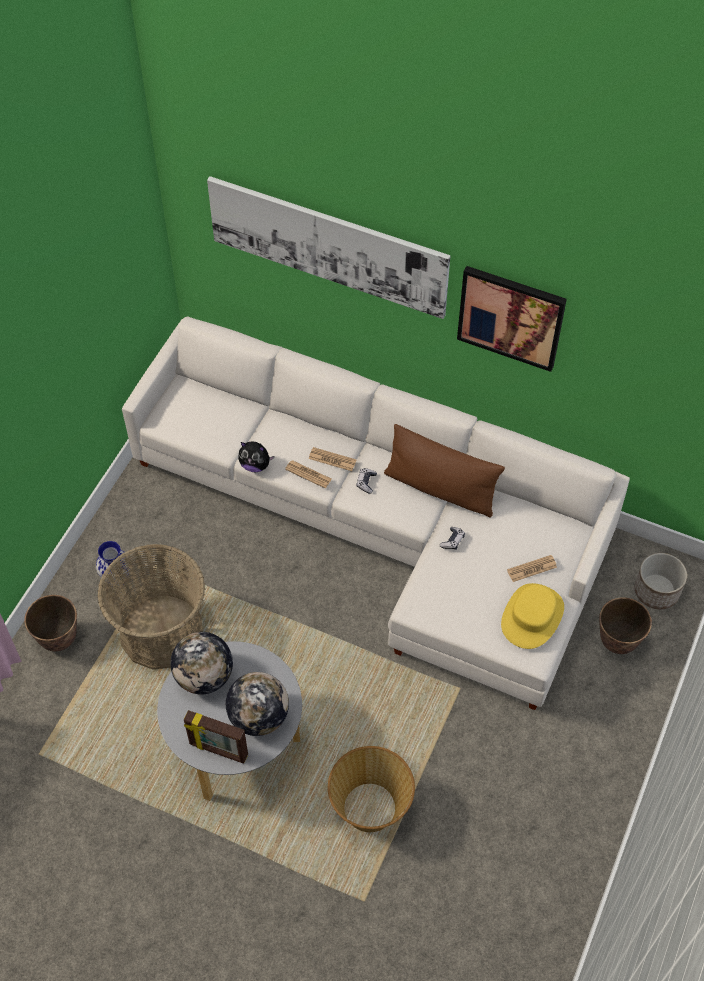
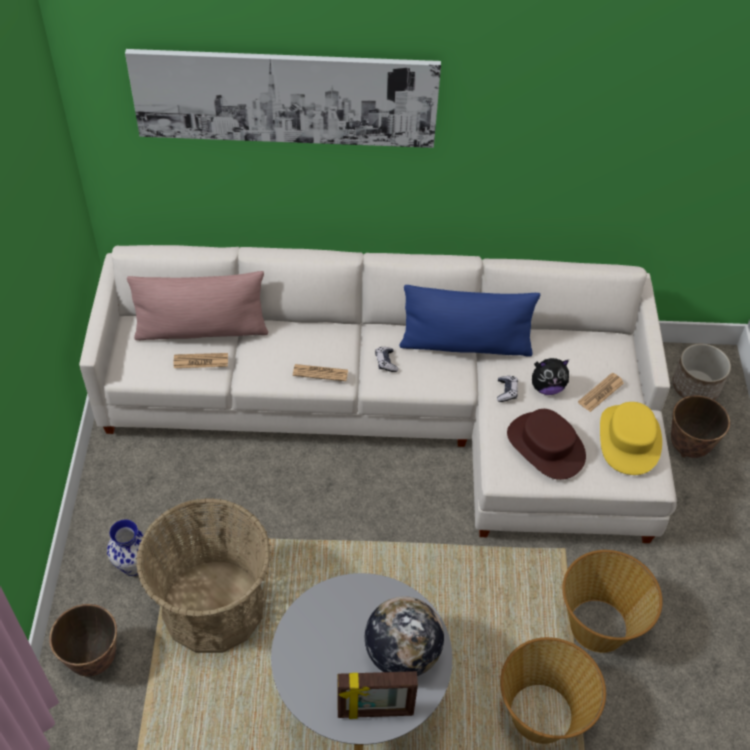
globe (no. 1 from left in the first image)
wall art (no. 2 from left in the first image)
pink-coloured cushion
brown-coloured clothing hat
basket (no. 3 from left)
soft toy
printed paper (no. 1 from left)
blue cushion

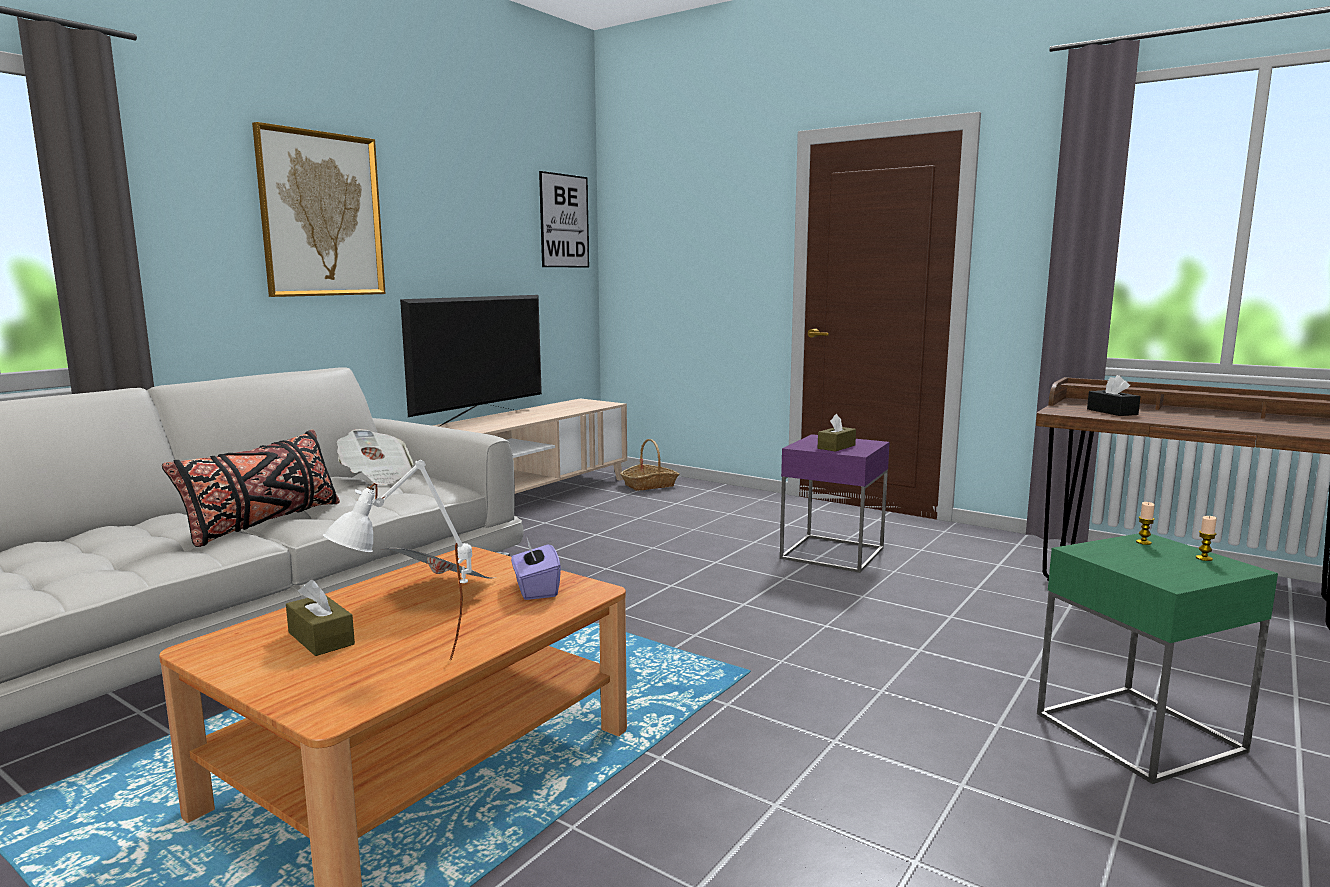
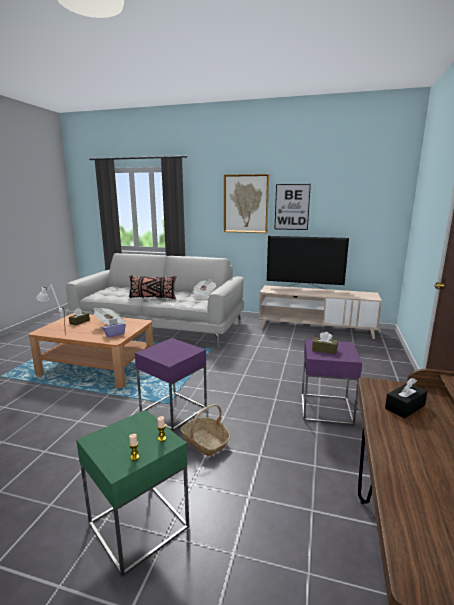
purple-coloured accent table (no. 1 from left)
wall art (no. 2 from left)
basket

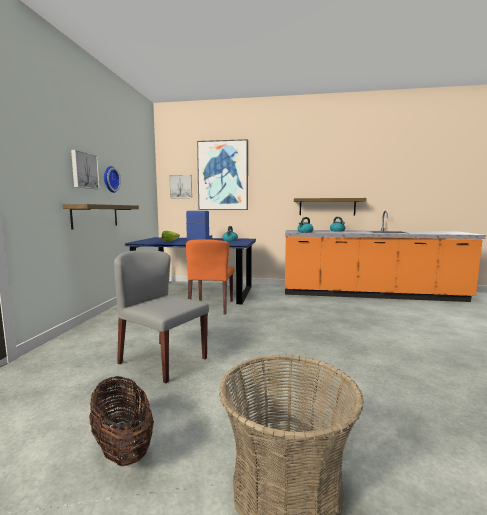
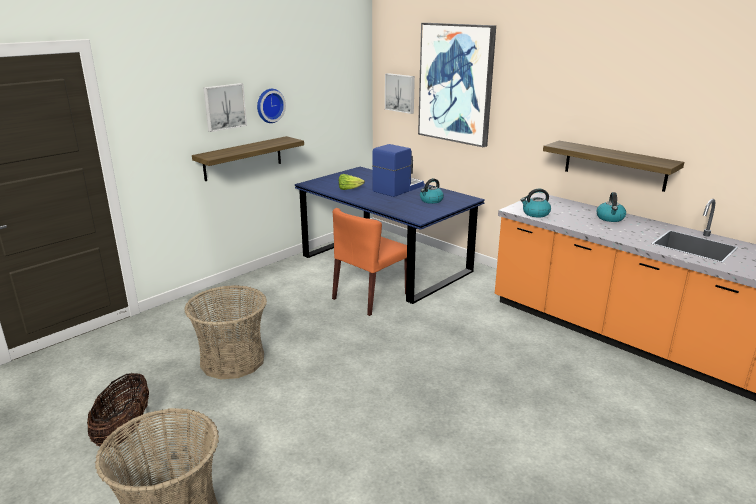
basket (no. 3 from left)

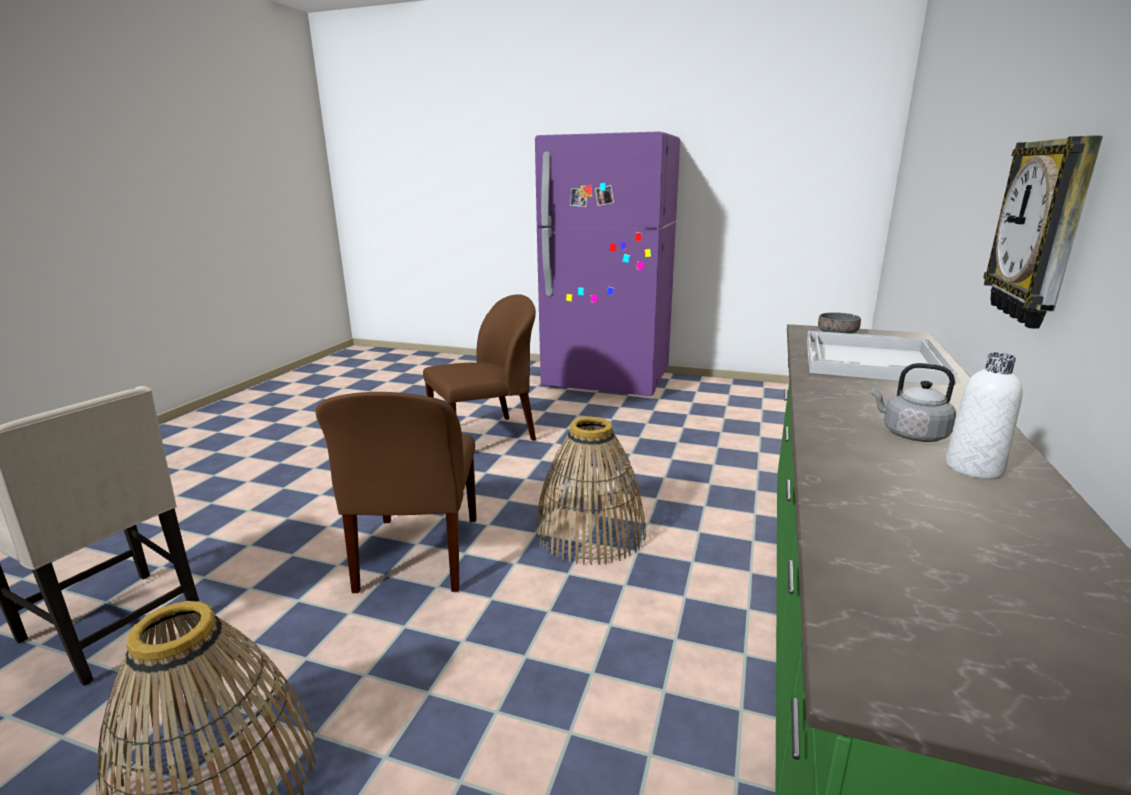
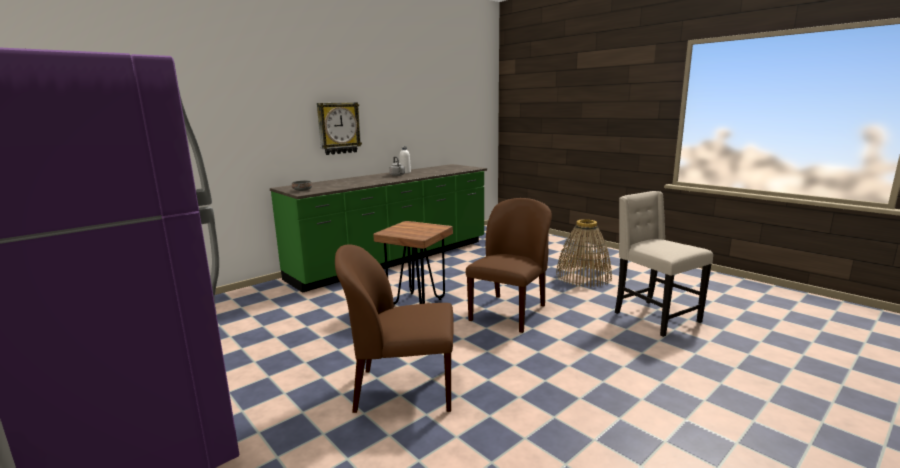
white carrying tray
brown-coloured sitting stool

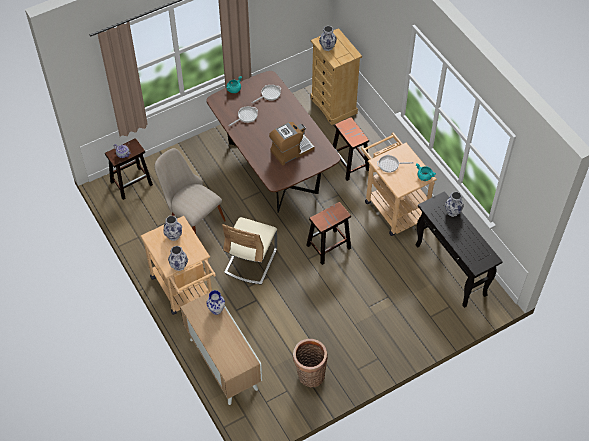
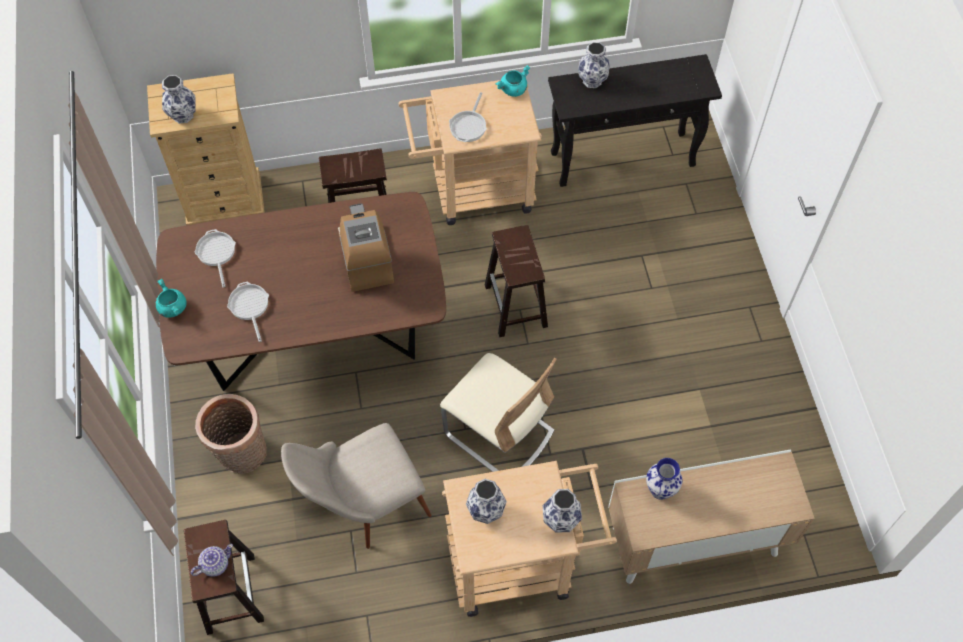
basket

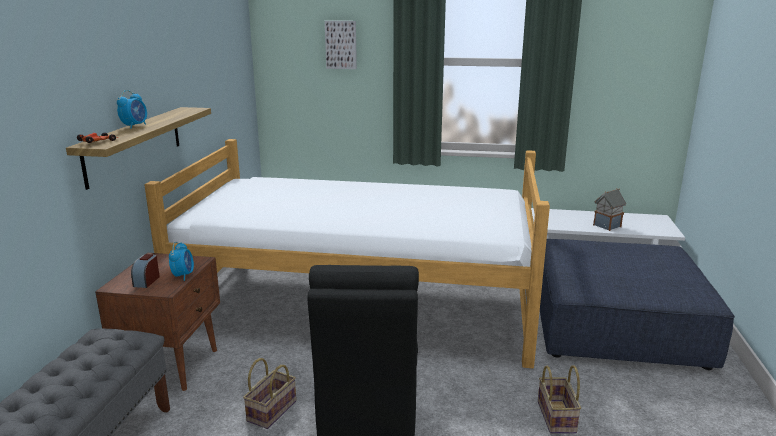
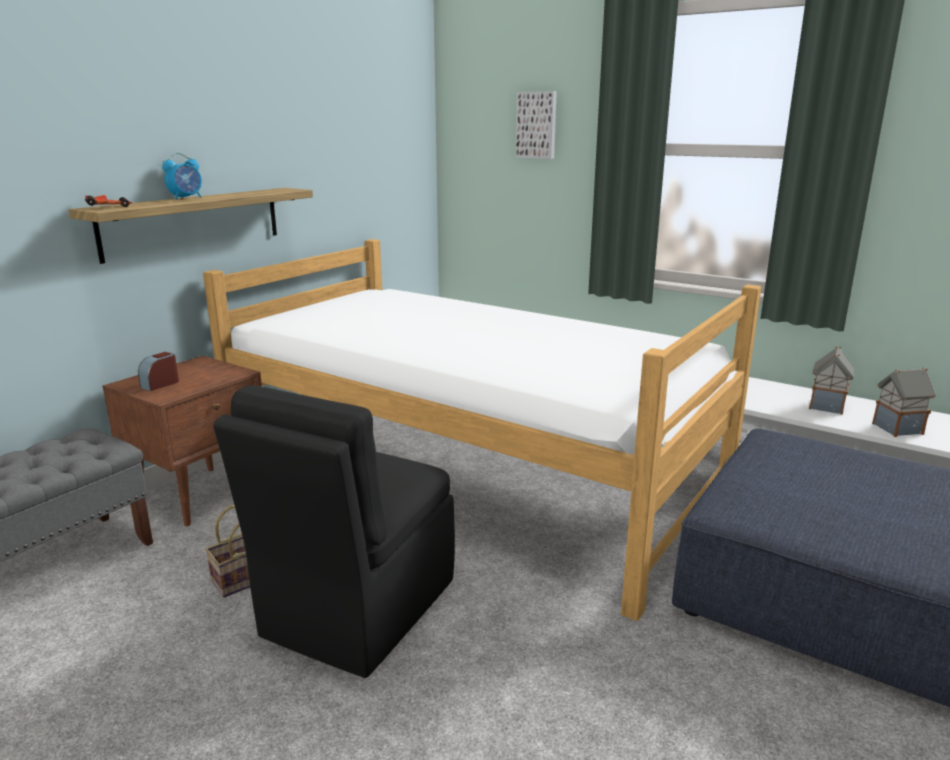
table clock (no. 3 from left in the first image)
basket (no. 2 from left in the first image)
toy house (no. 1 from left)

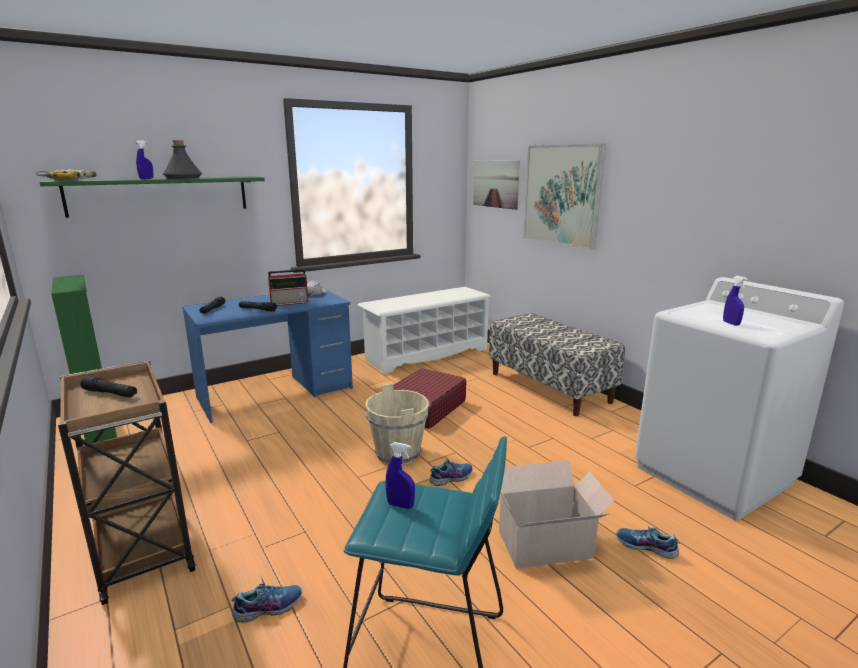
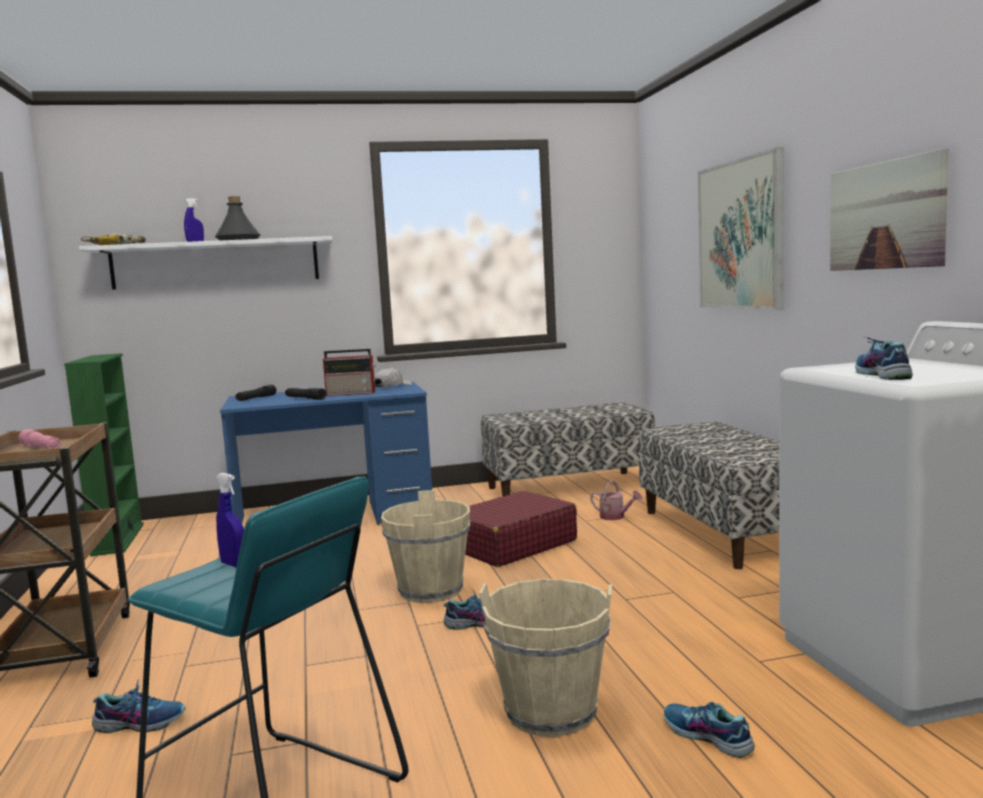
watering pot
wall art (no. 2 from left)
indoor bench (no. 1 from left)
beige-coloured bucket (no. 2 from left)
shoe (no. 4 from left)
white shelf
pink-coloured flashlight

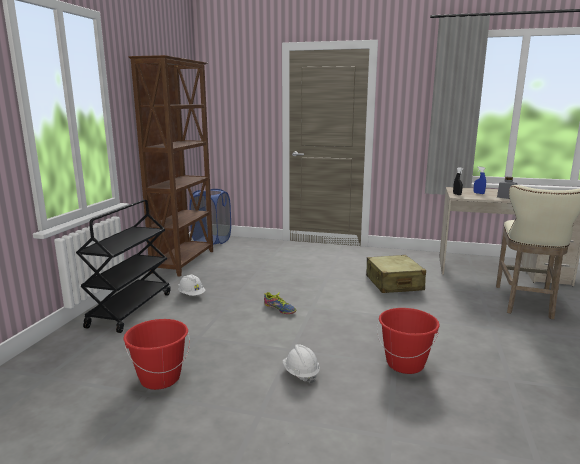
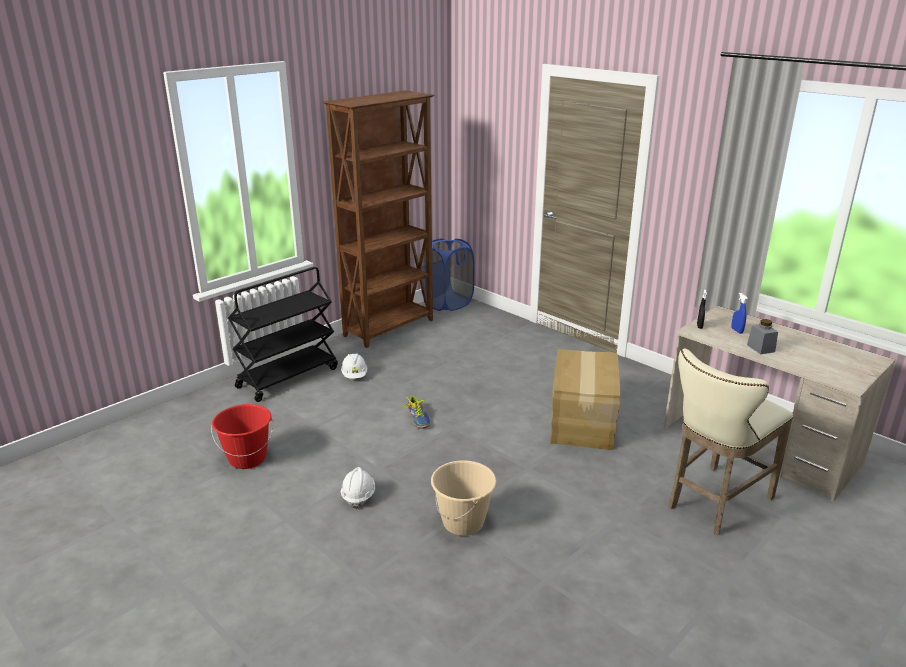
packing box
beige-coloured bucket

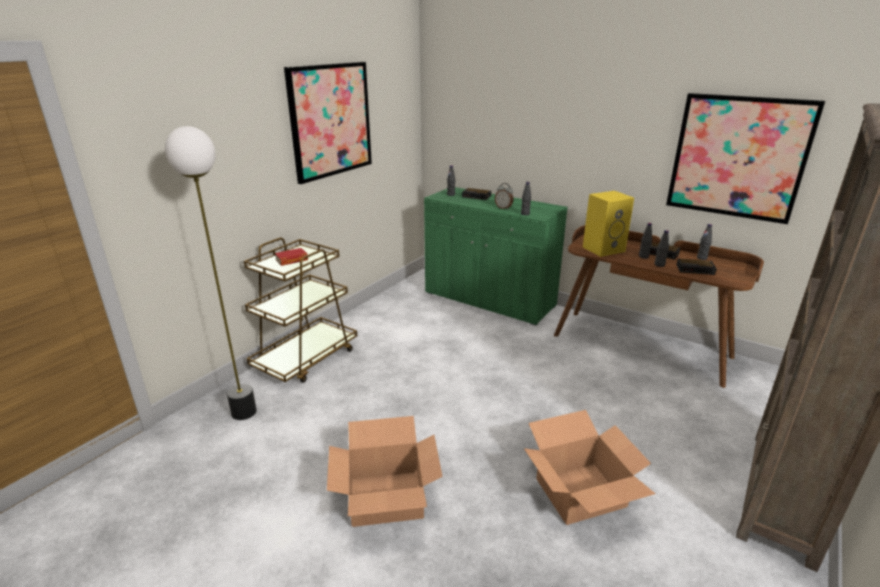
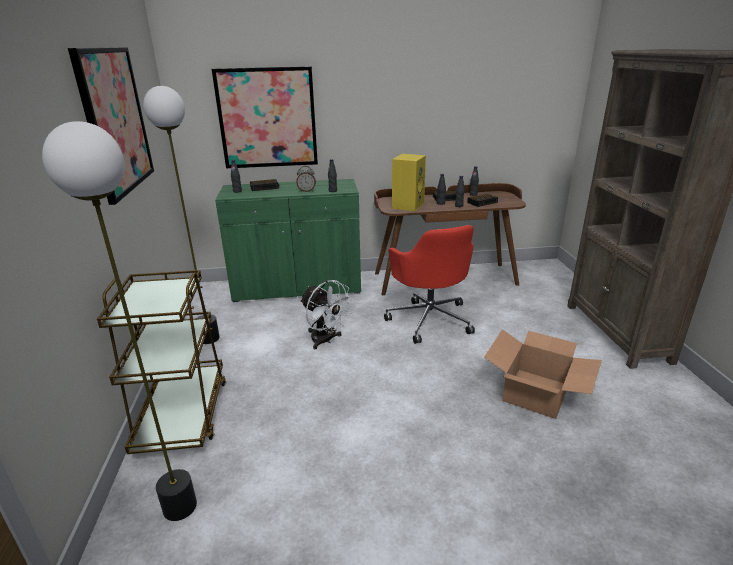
volume
packing box (no. 1 from left in the first image)
standing lamp (no. 2 from left)
white fan
reddish computer chair
wall art (no. 2 from left)

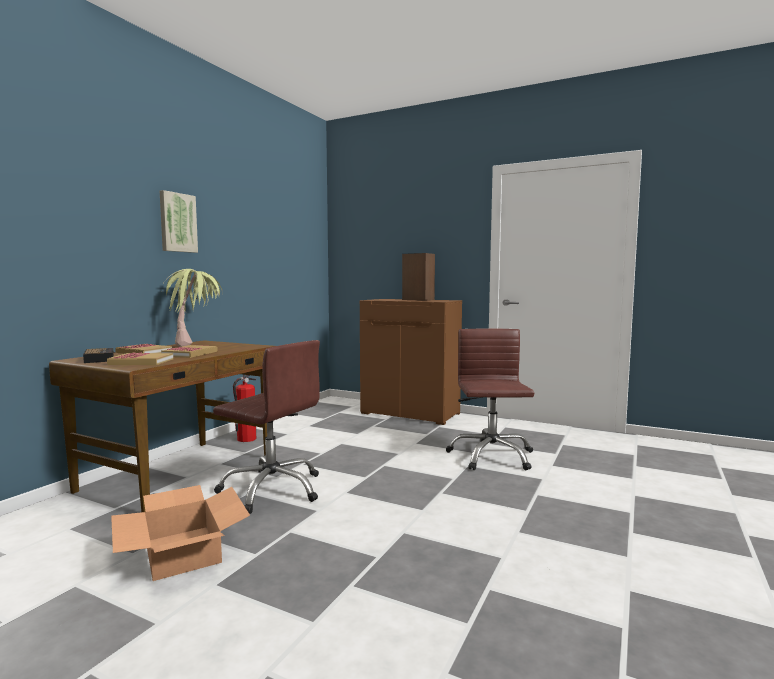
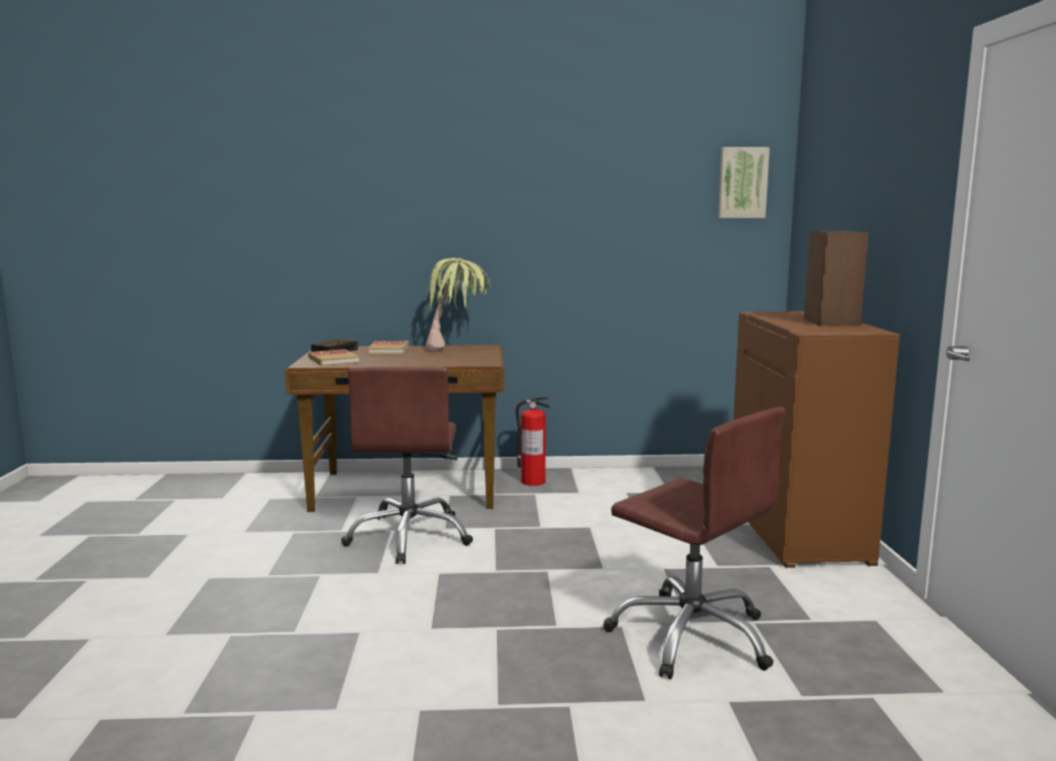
packing box
volume (no. 3 from left in the first image)
wall art
brown-coloured computer chair (no. 2 from left)

